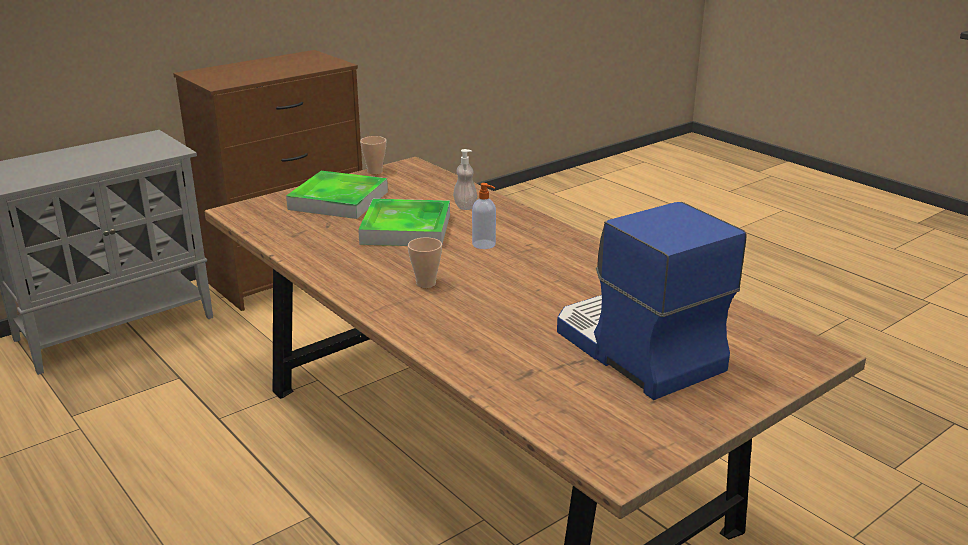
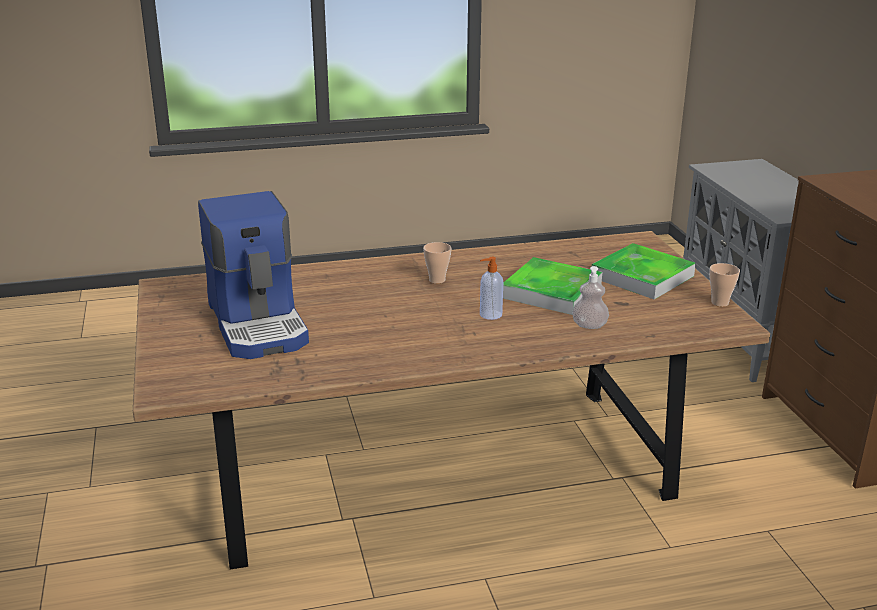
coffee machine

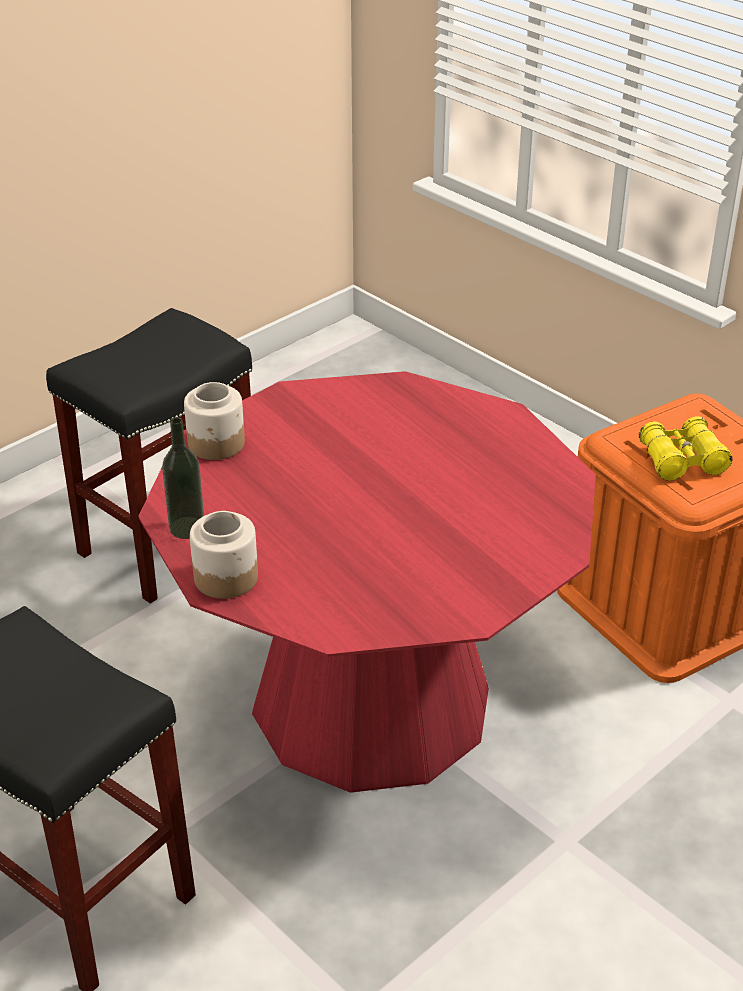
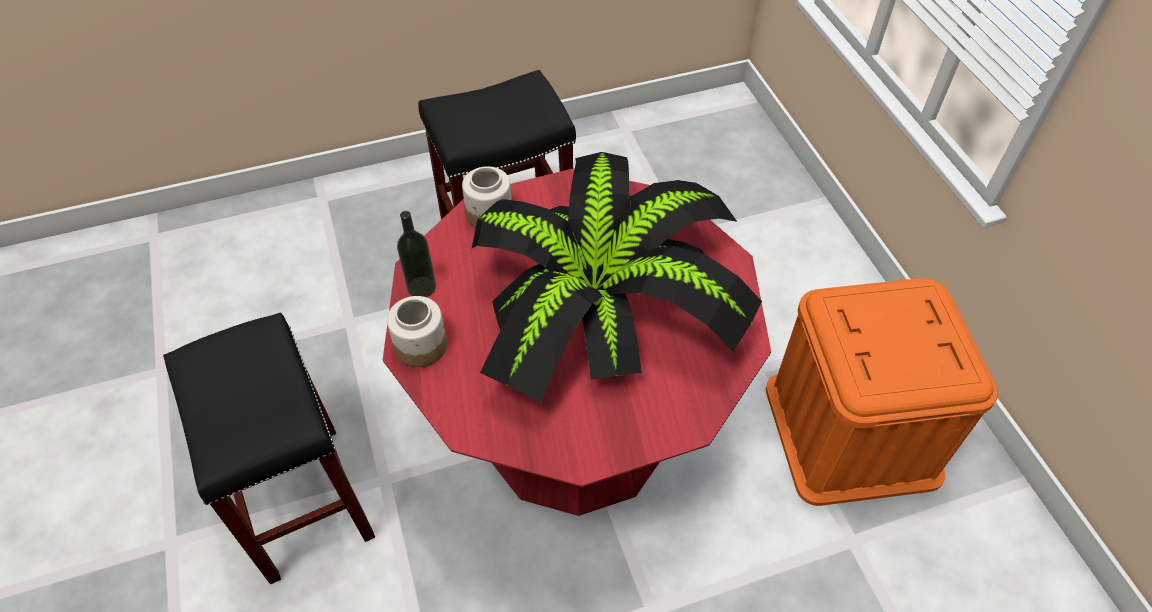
yellow-coloured field glasses
houseplant

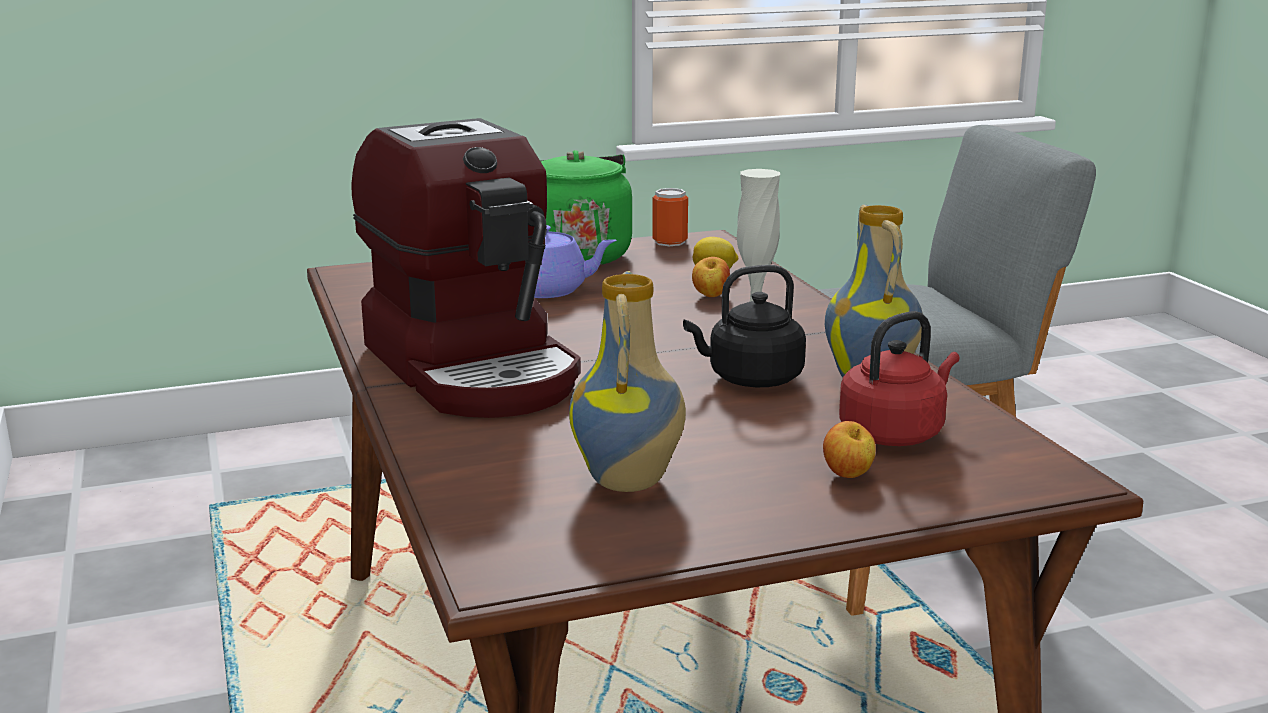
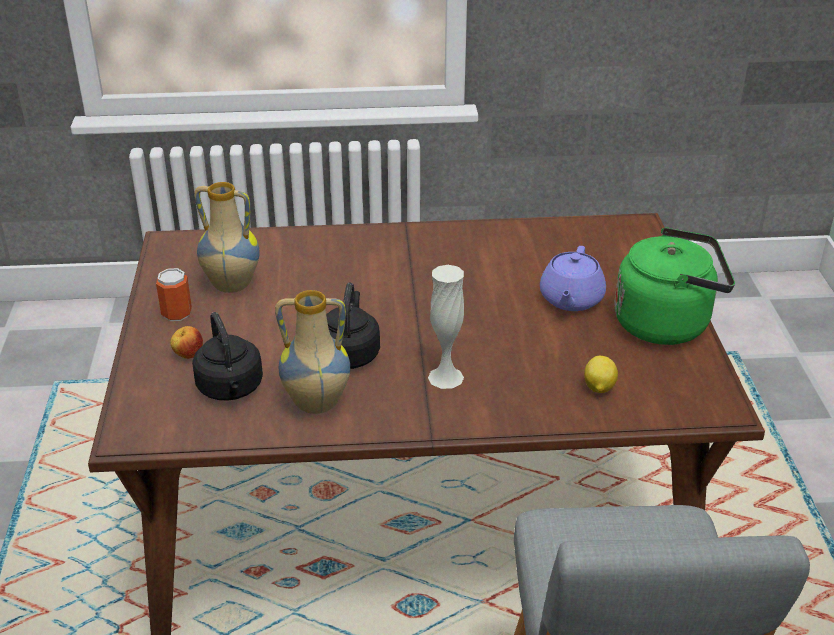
coffee machine
apple fruit (no. 1 from left in the first image)
sealed can
black water kettle (no. 1 from left)

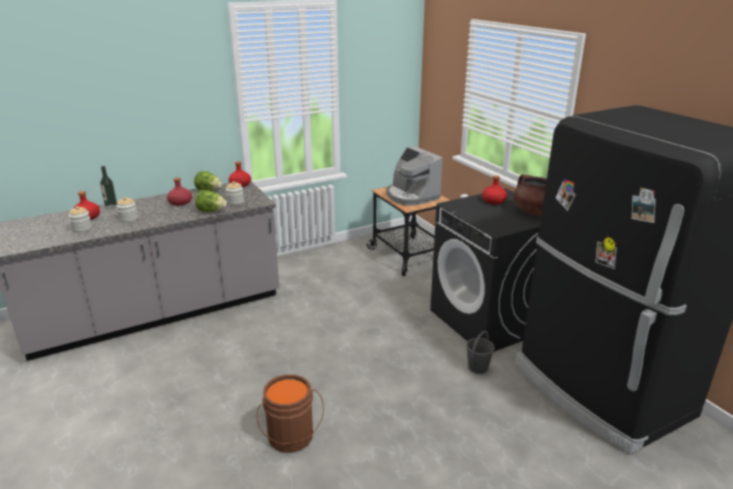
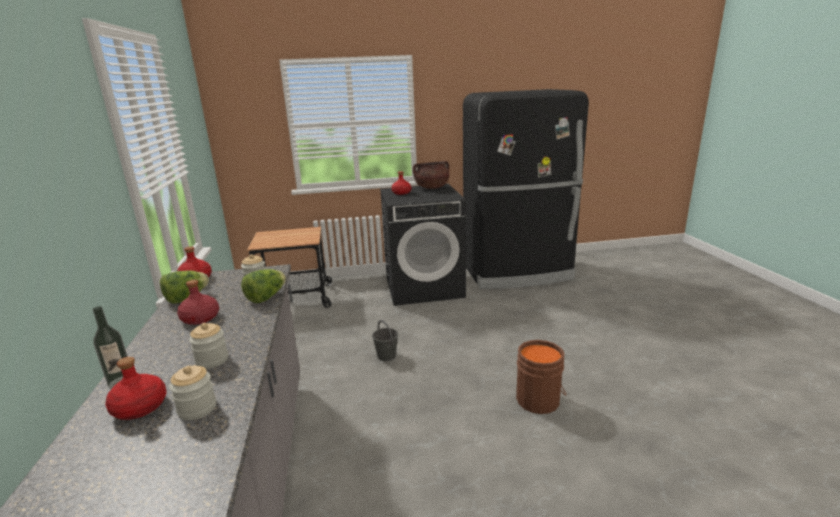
coffee machine
greyish bucket

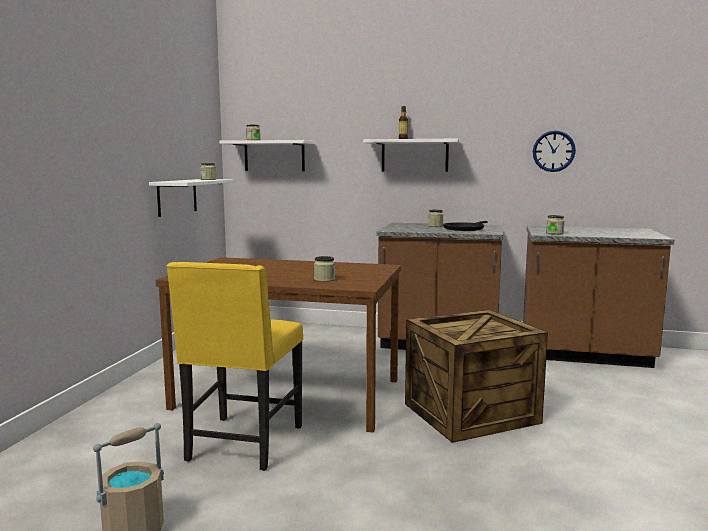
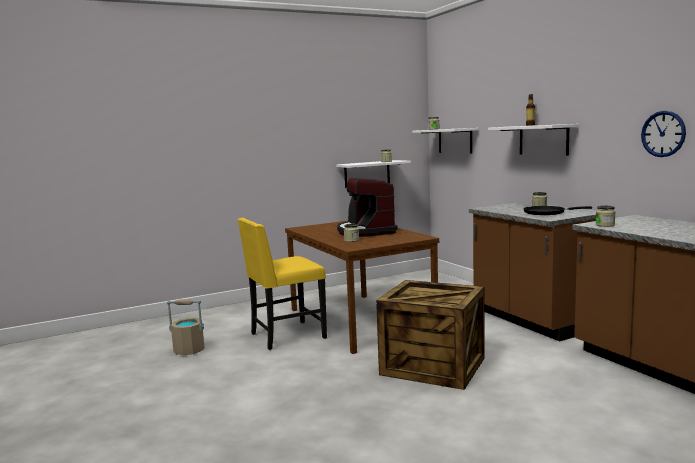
coffee machine

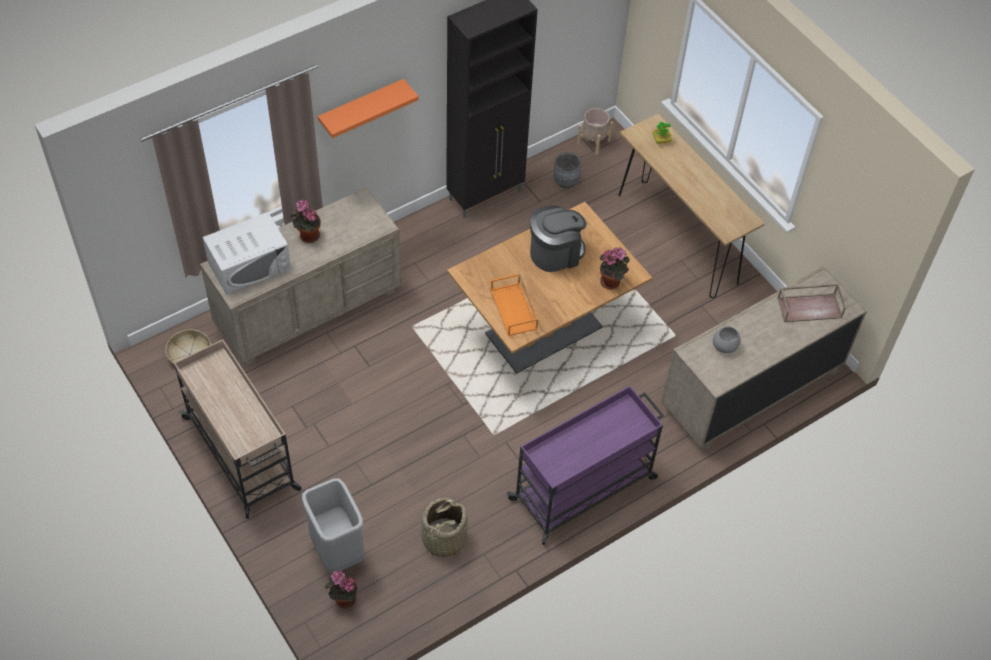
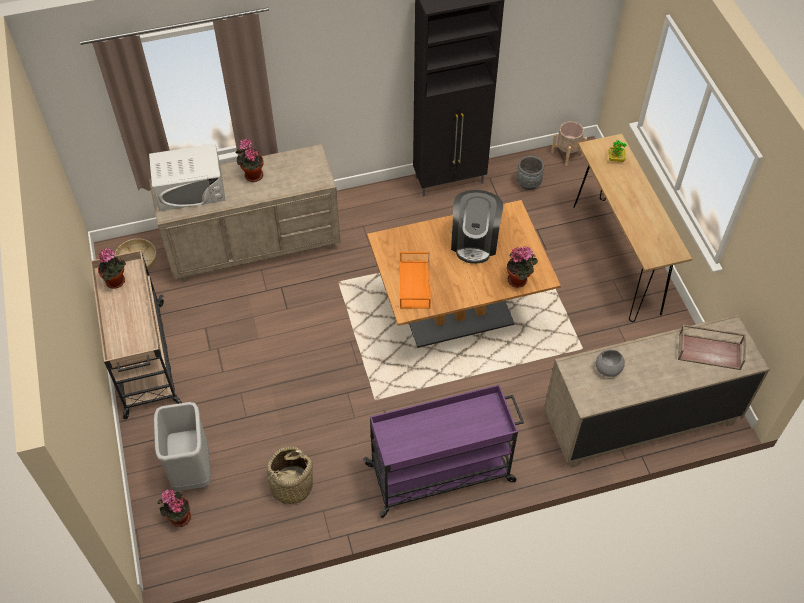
orangey shelf
houseplant (no. 1 from left)
coffee machine

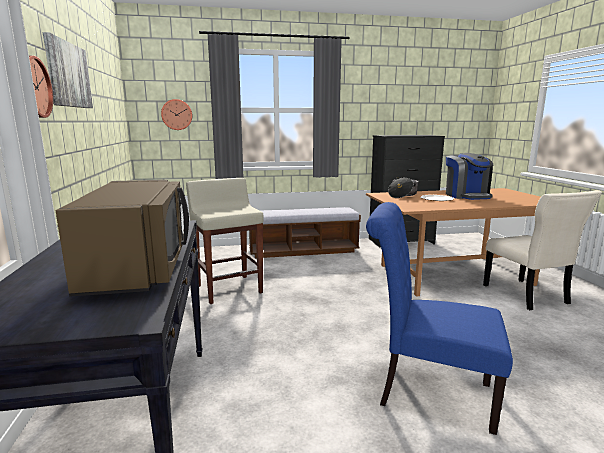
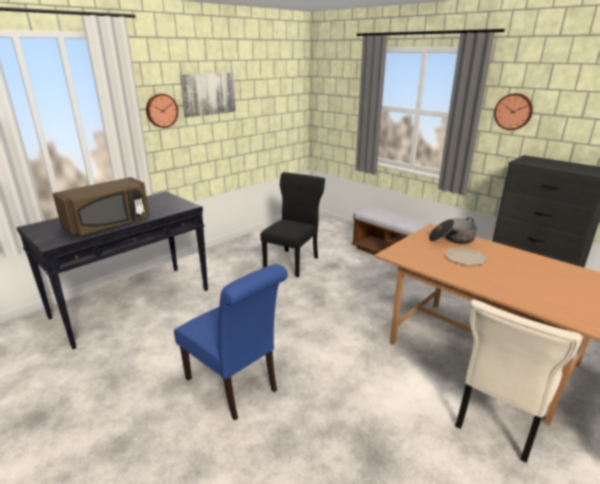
coffee machine
clock on the wall (no. 2 from left)
black plain chair
blue plain chair

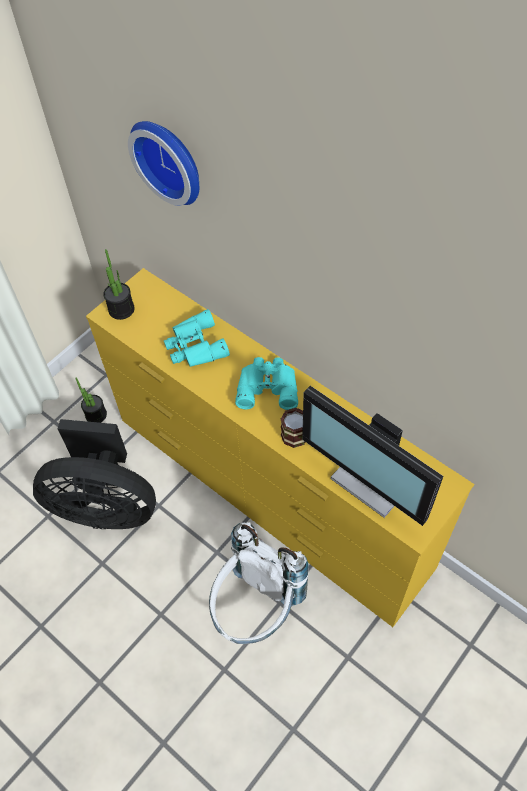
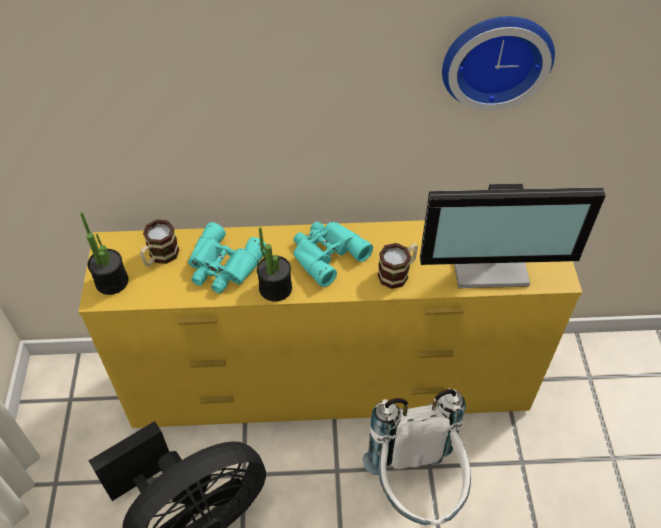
tea mug (no. 1 from left)
houseplant (no. 2 from left)
clock on the wall

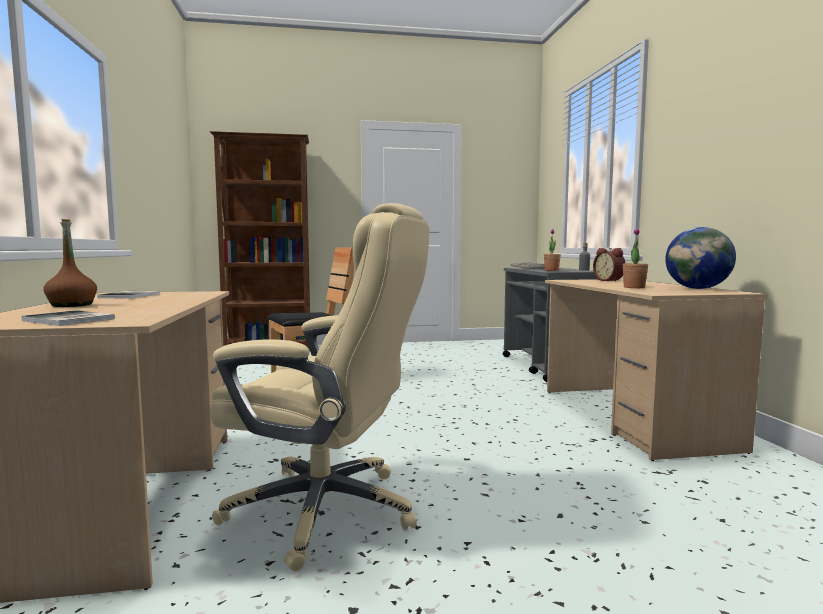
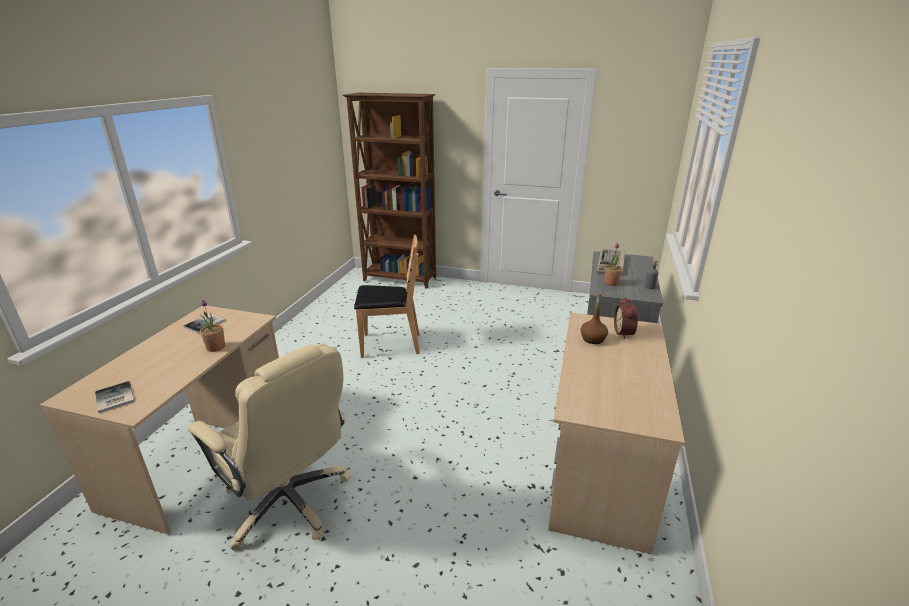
globe
brown-coloured drink bottle
houseplant (no. 1 from left)

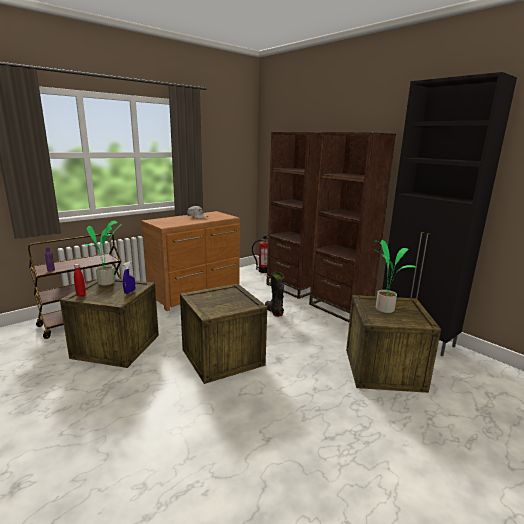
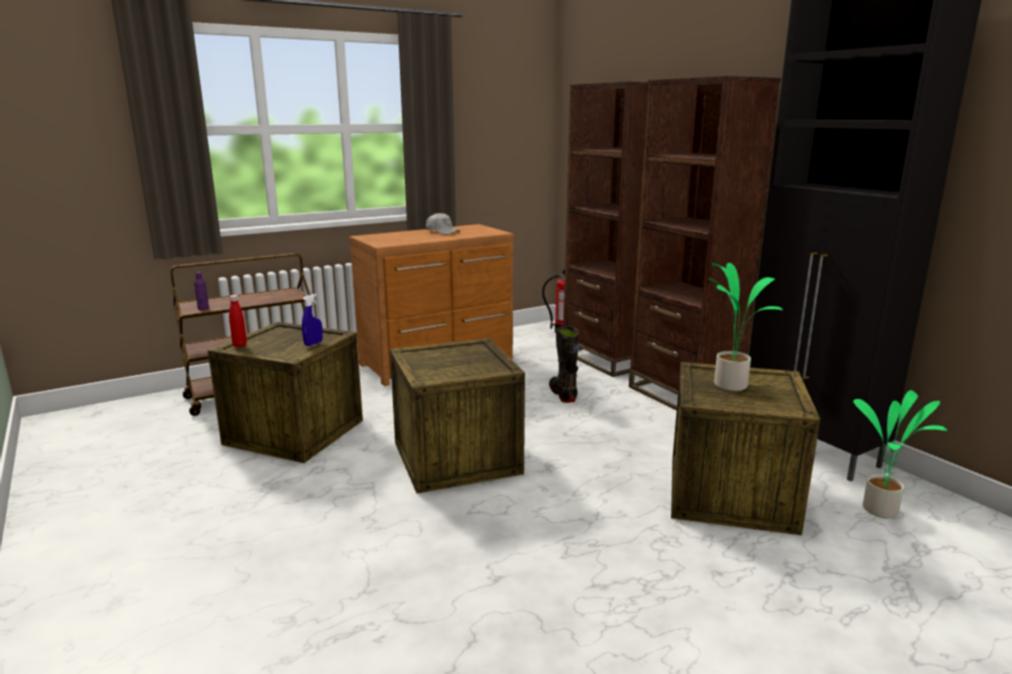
houseplant (no. 2 from left)

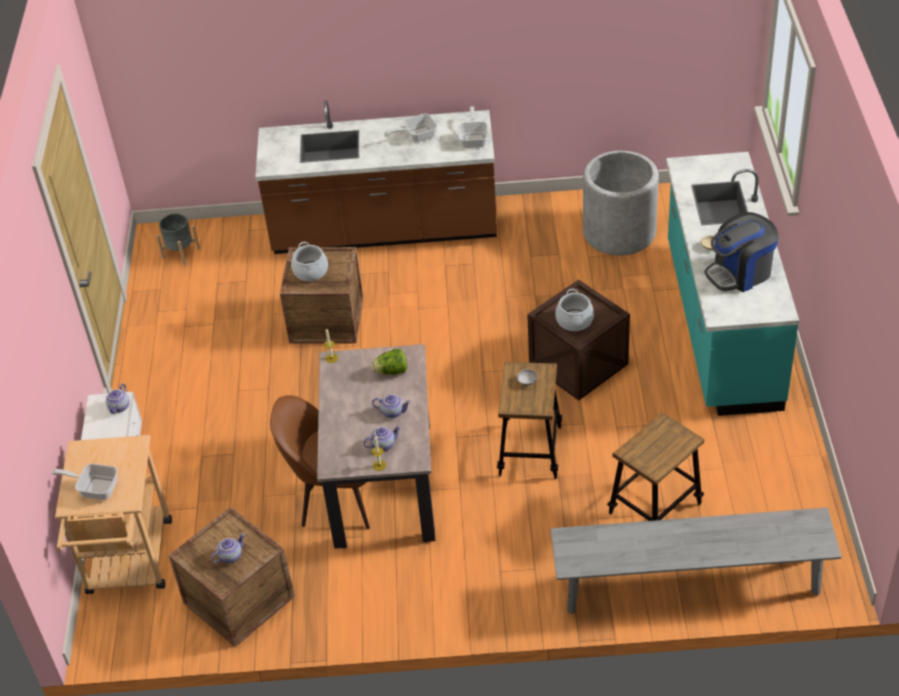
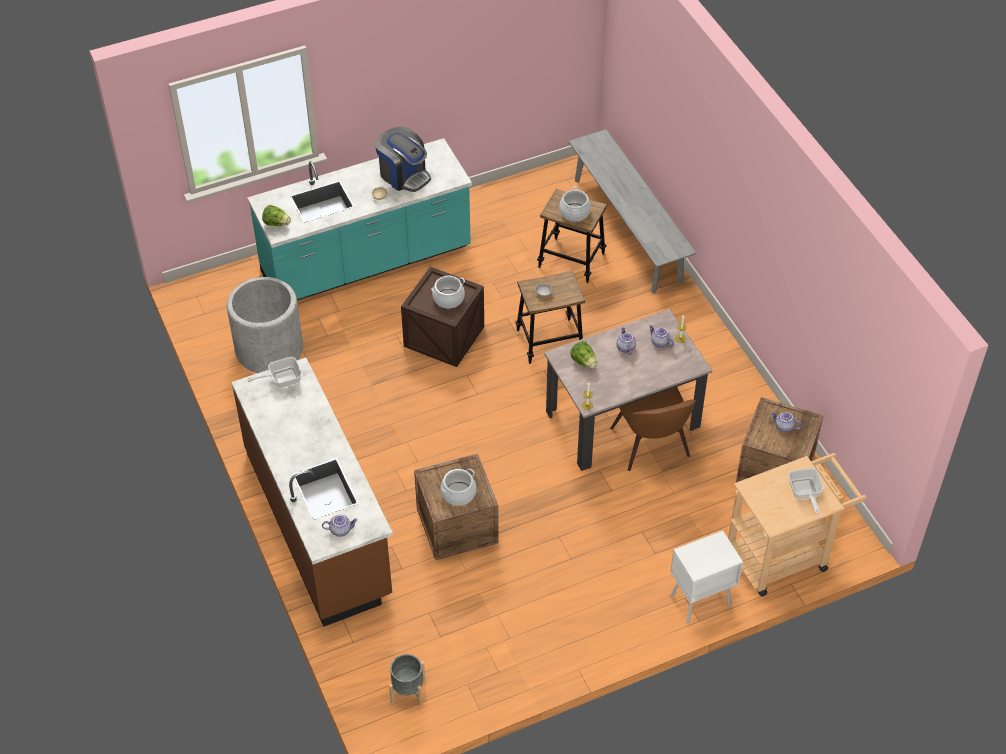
frying pan (no. 2 from left in the first image)
lettuce (no. 1 from left)
stockpot (no. 3 from left)
pot for tea (no. 1 from left)

